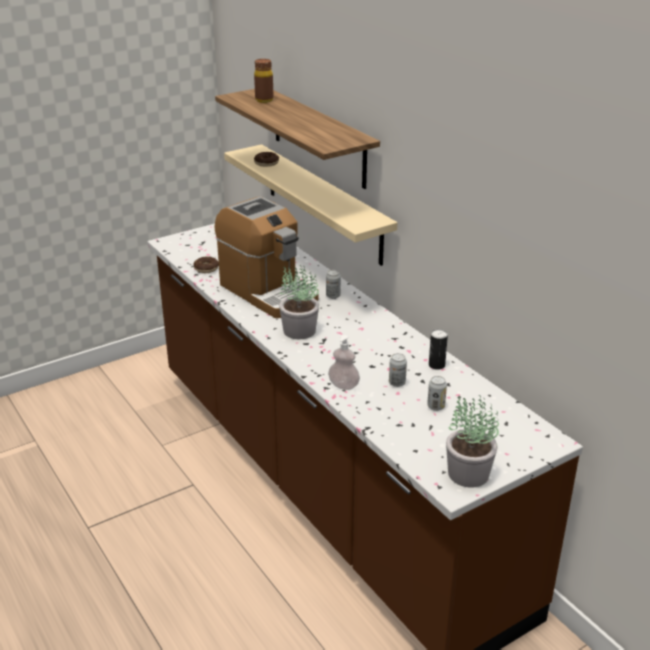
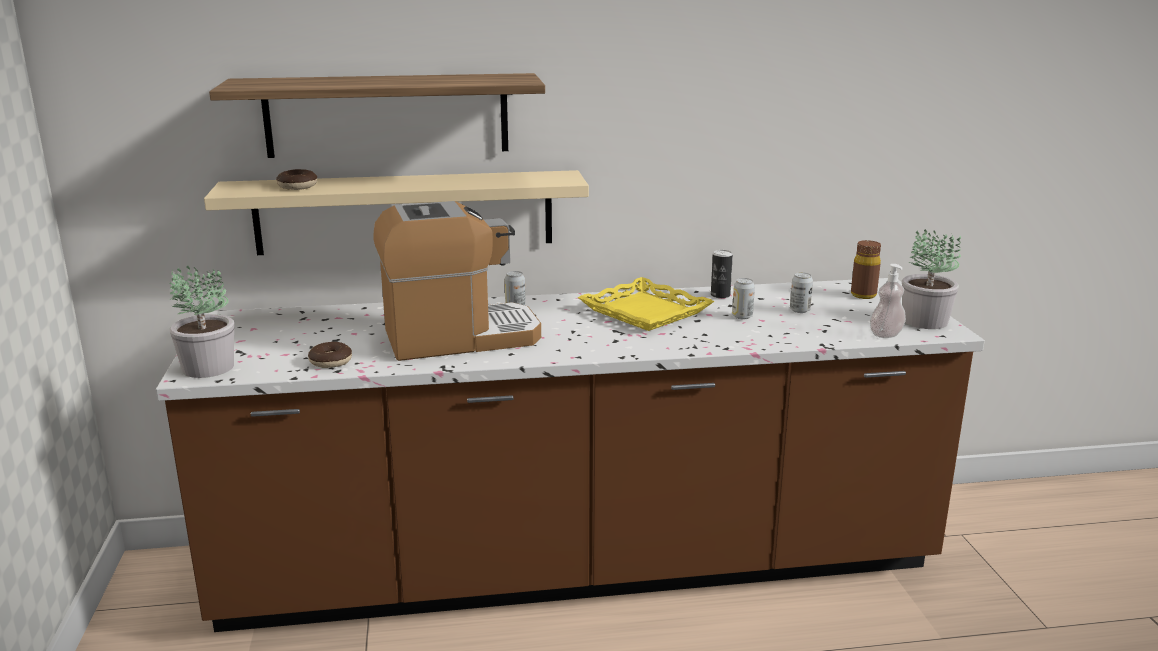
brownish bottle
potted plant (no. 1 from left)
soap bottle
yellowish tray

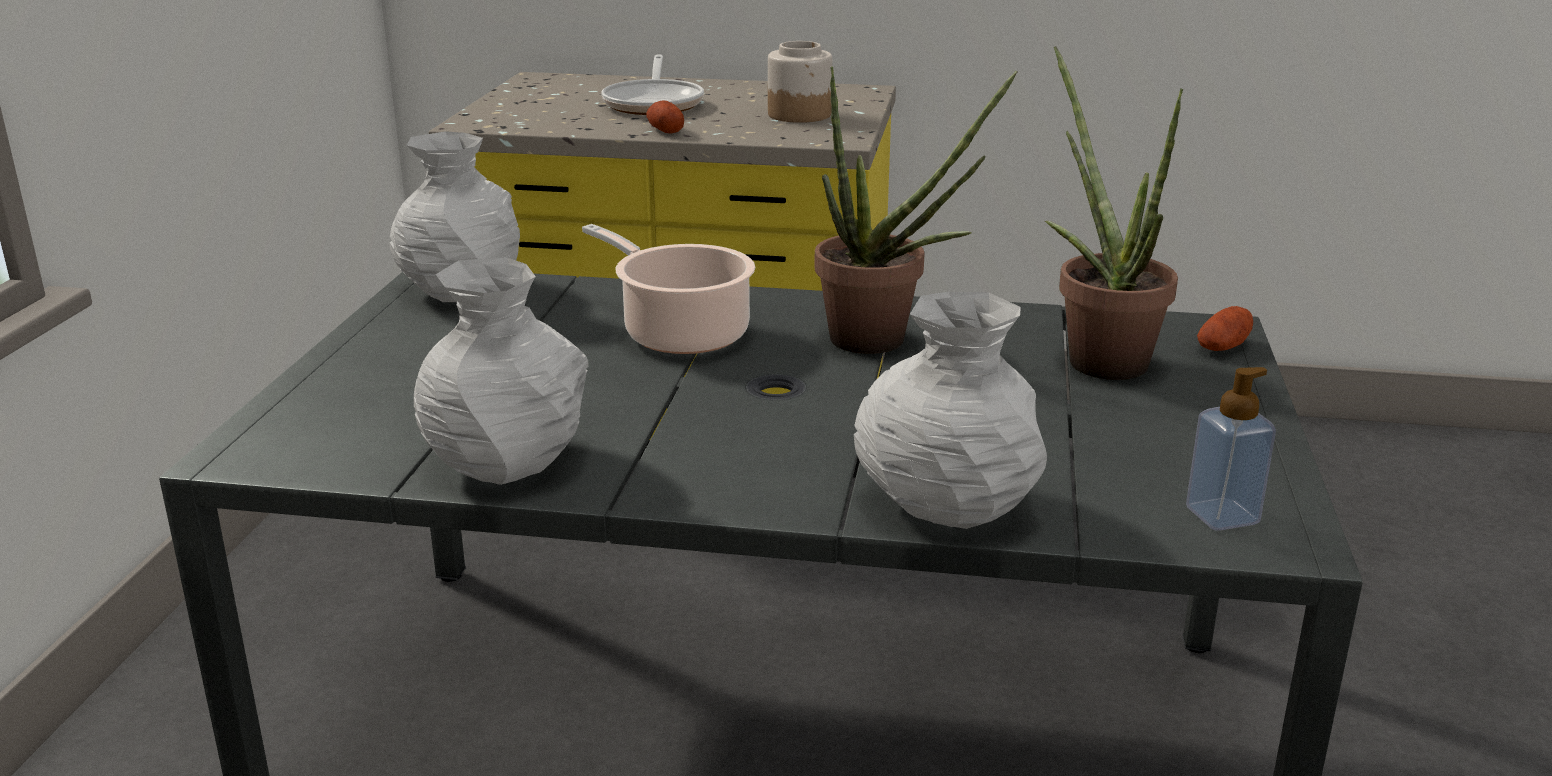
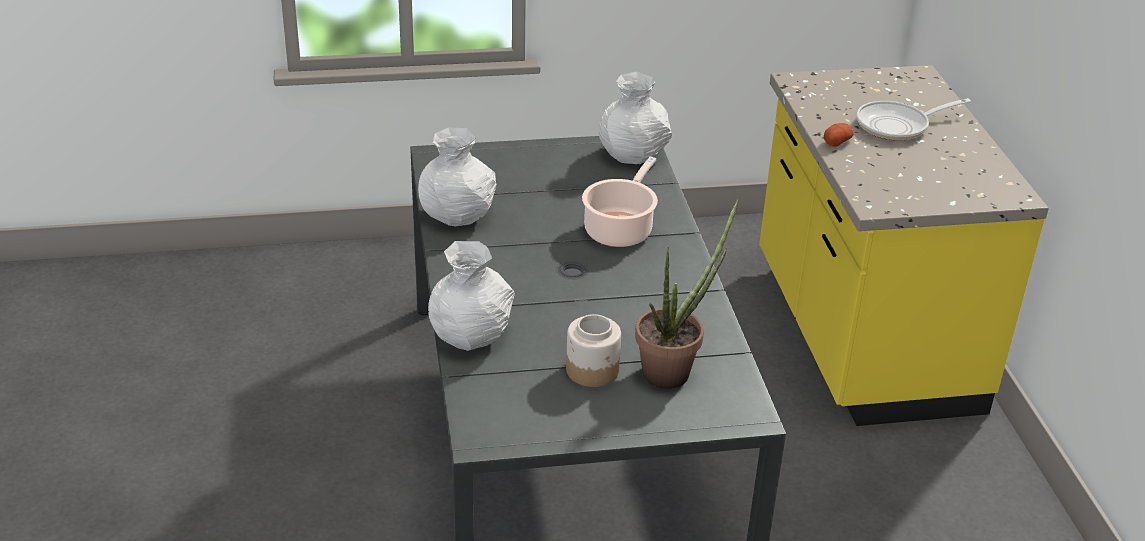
preserve jar
potted plant (no. 1 from left in the first image)
soap bottle
spud (no. 2 from left in the first image)

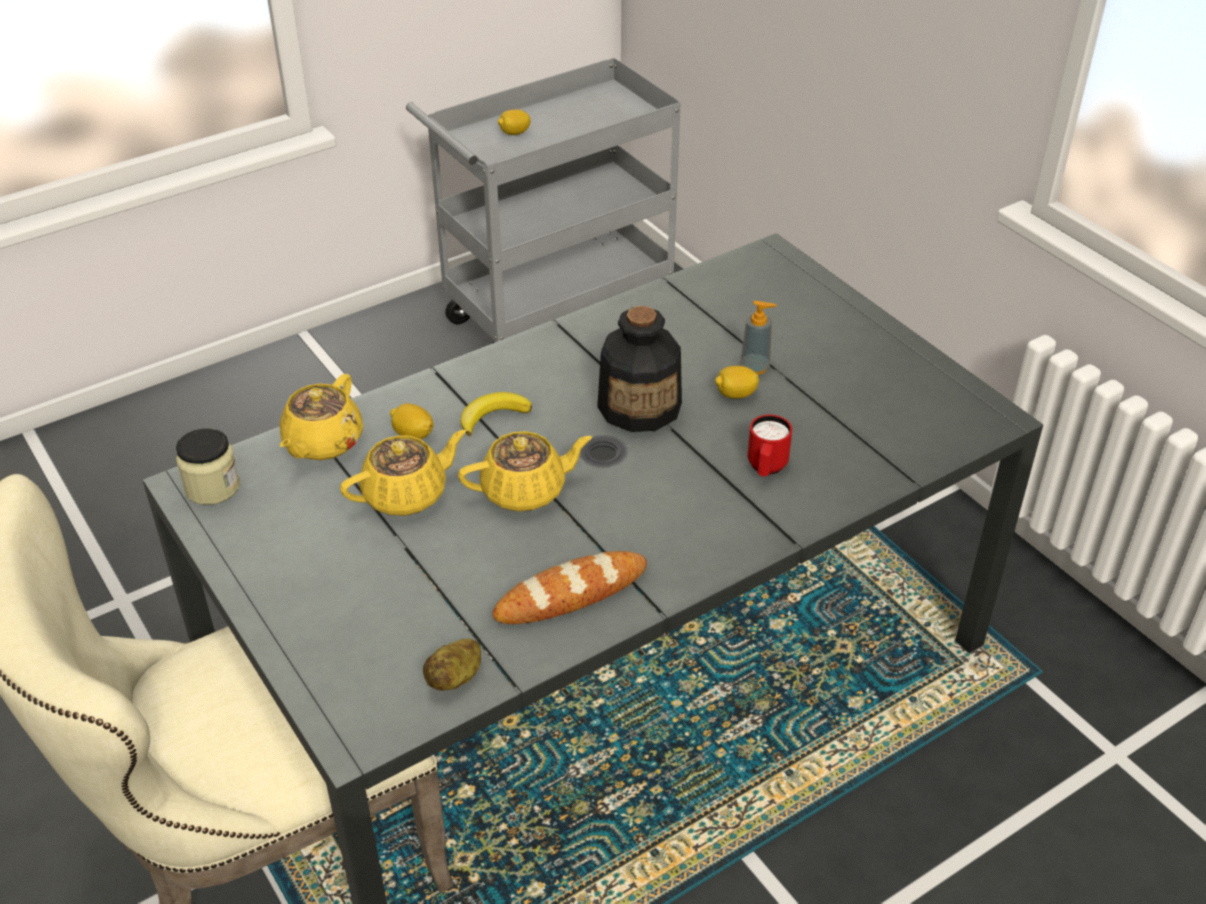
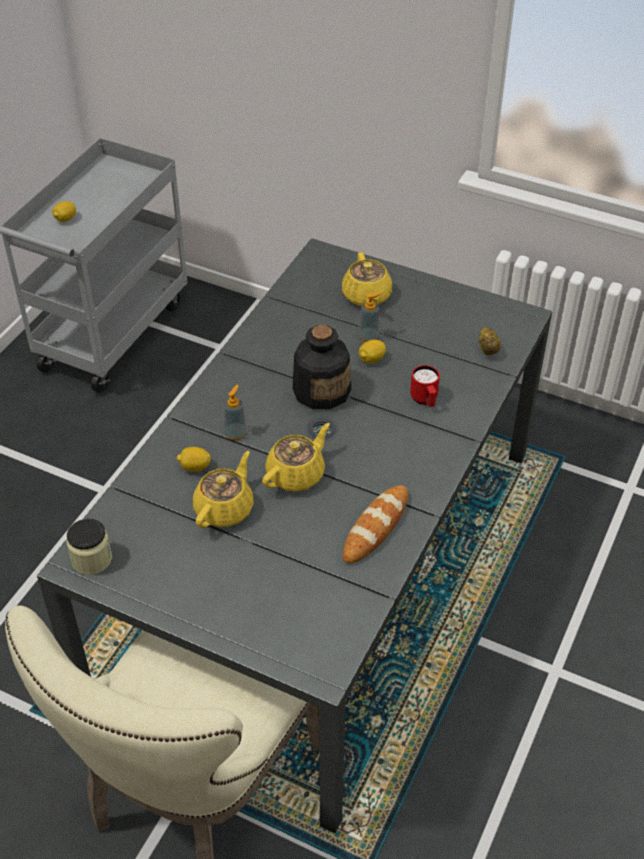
yellowish tea pot (no. 3 from left)
spud
soap bottle (no. 1 from left)

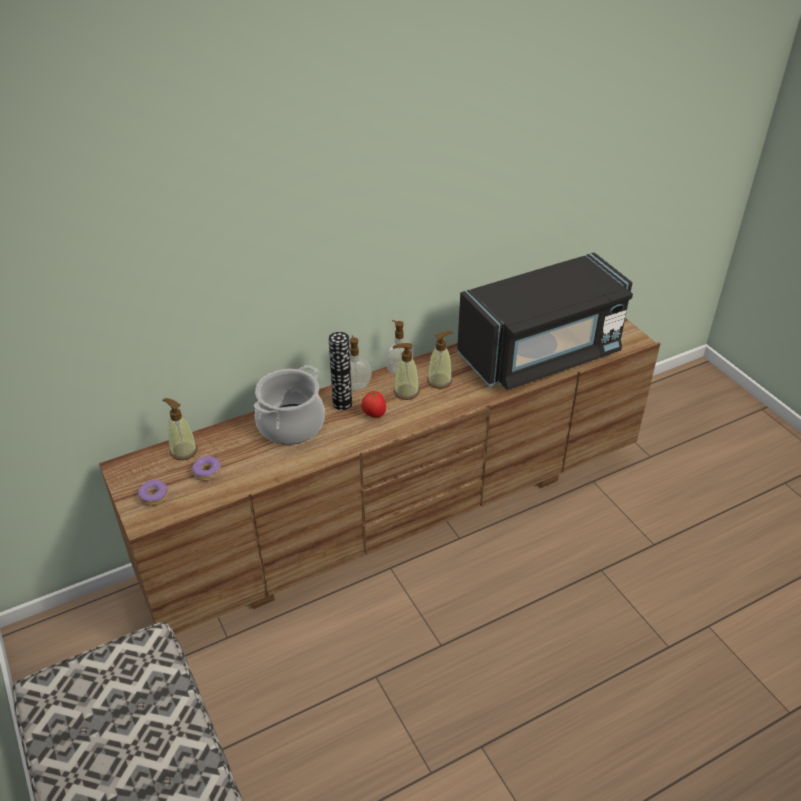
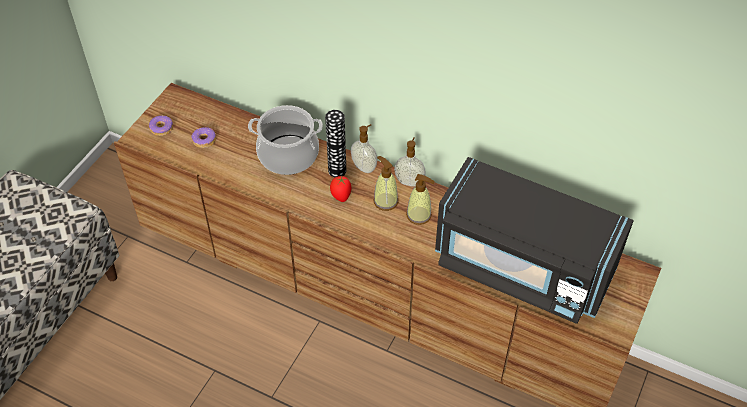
soap bottle (no. 1 from left in the first image)

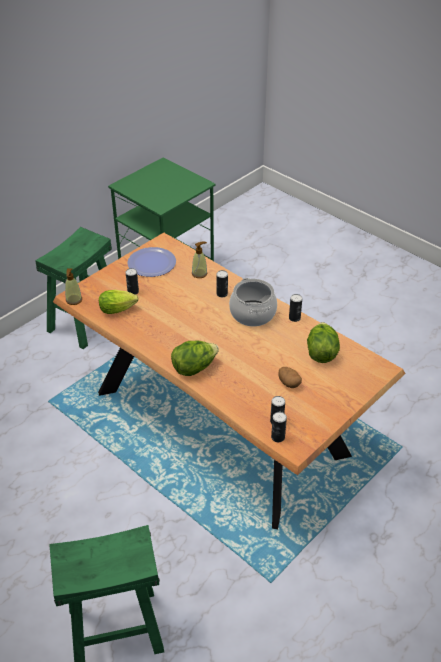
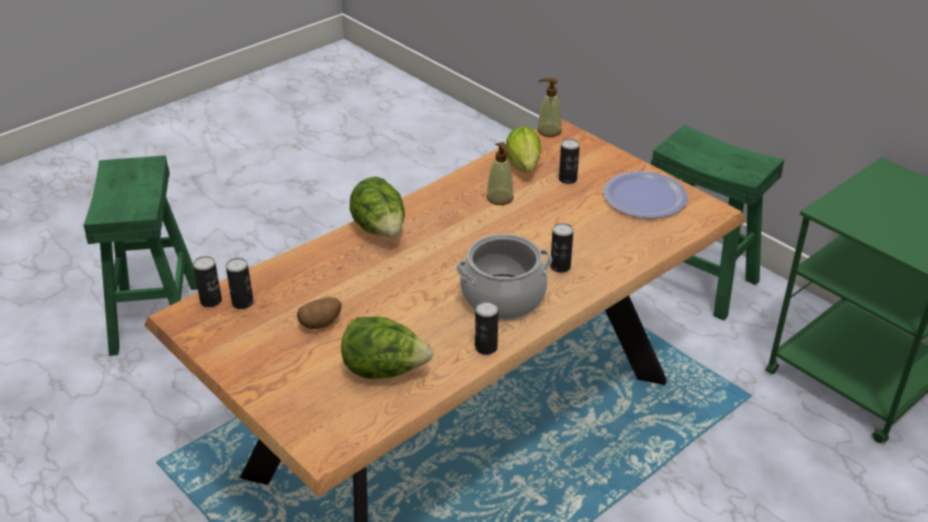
soap bottle (no. 1 from left)

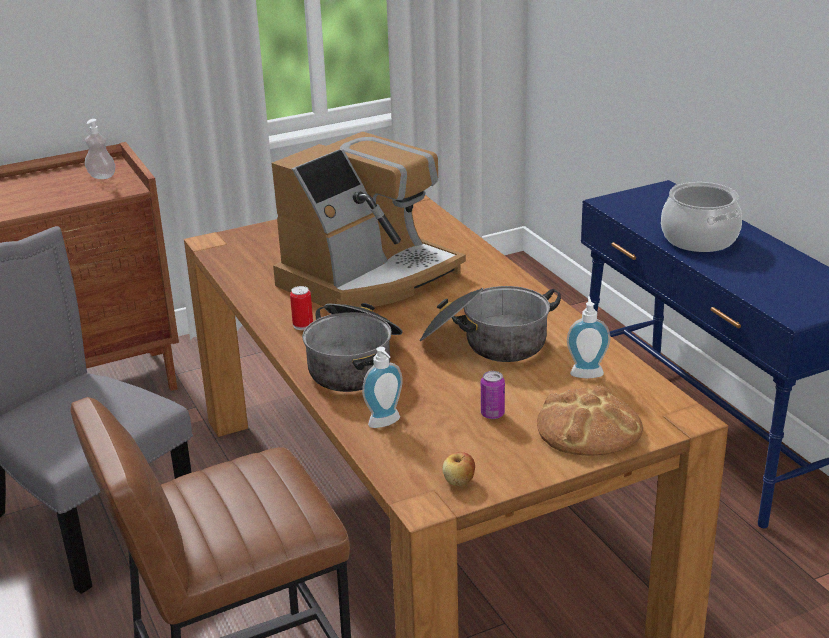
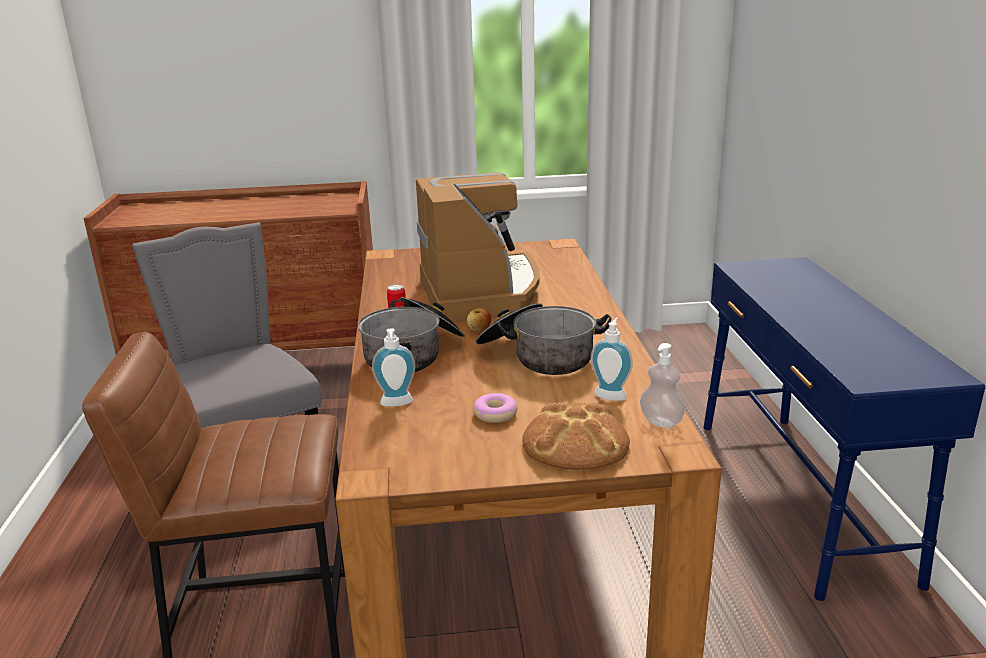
soap bottle (no. 3 from left)
coffee brewer
apple fruit
doughnut
cooking pot (no. 3 from left in the first image)

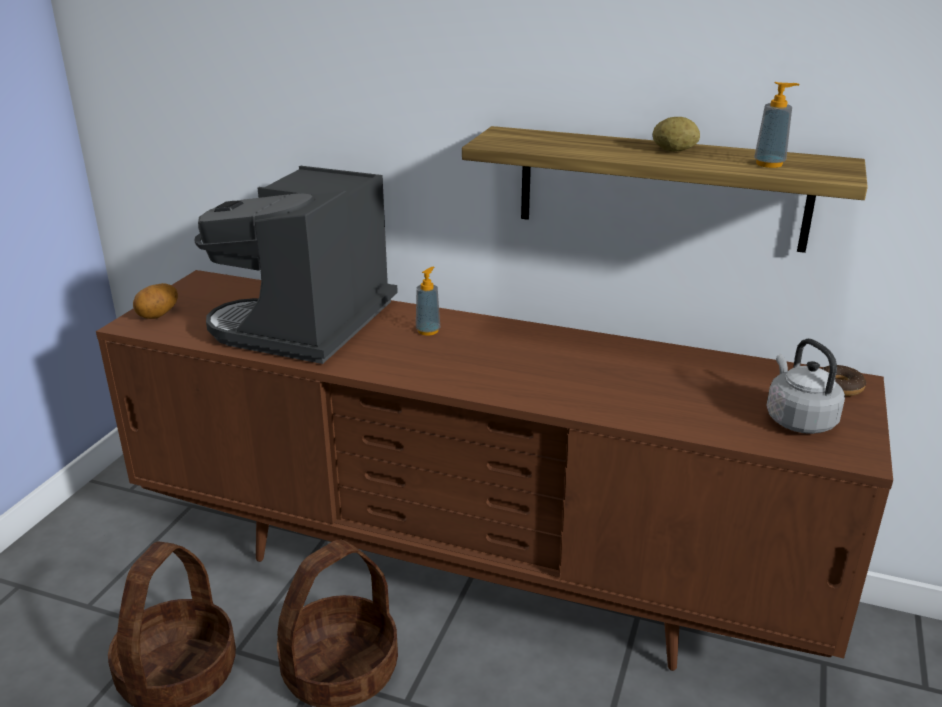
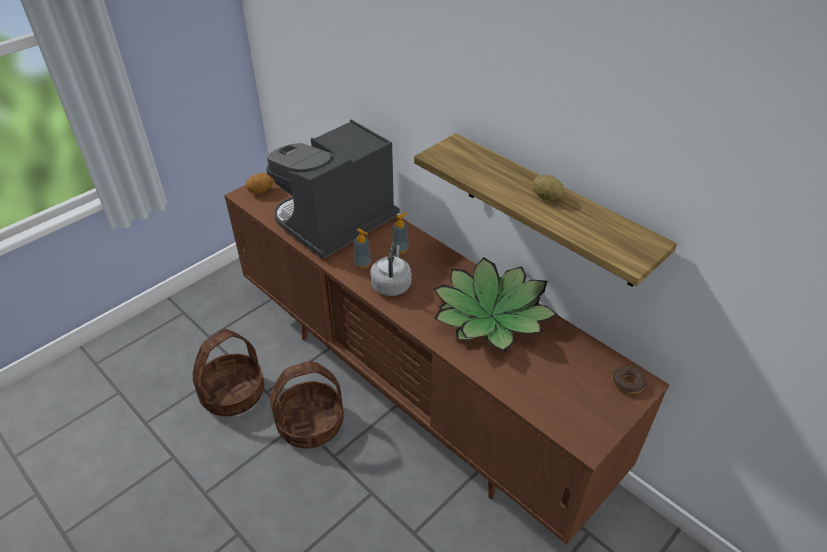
soap bottle (no. 1 from left)
gray water kettle
potted plant

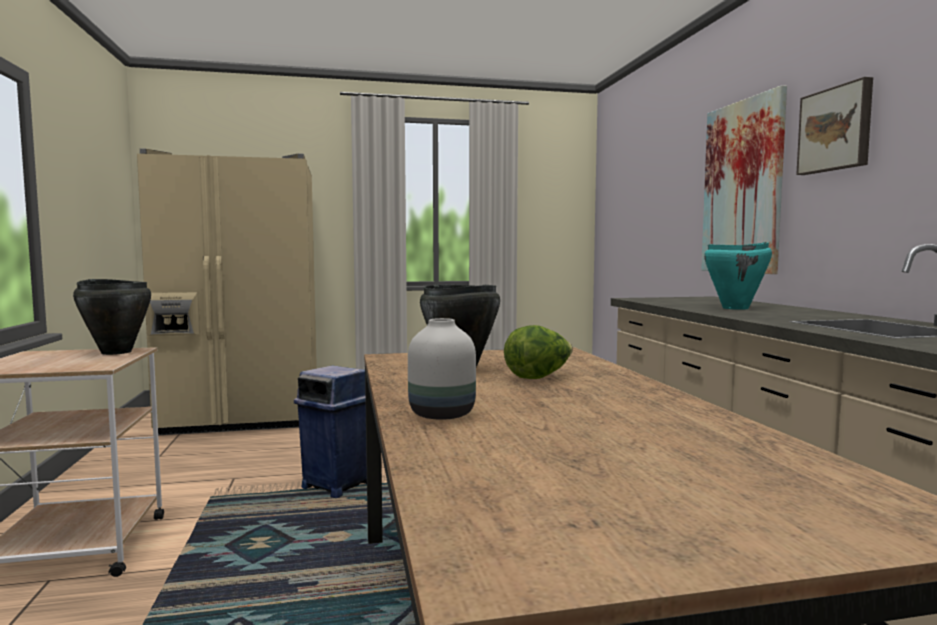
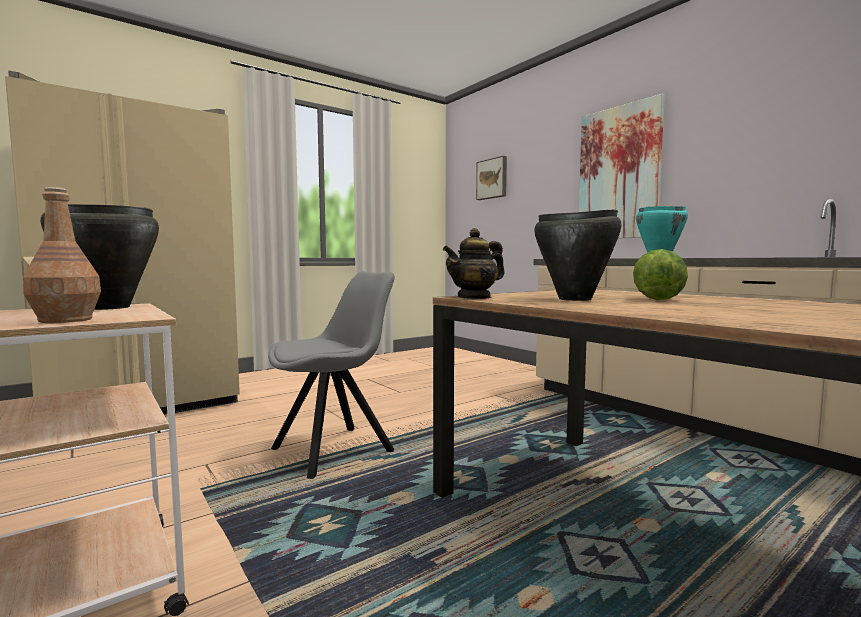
gray upright chair
whitish decorative vase
picture (no. 1 from left)
brownish bottle
tea pot

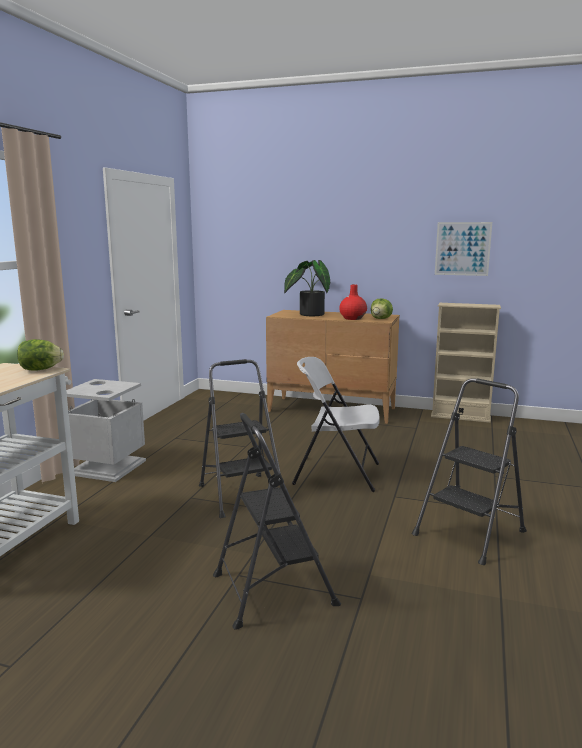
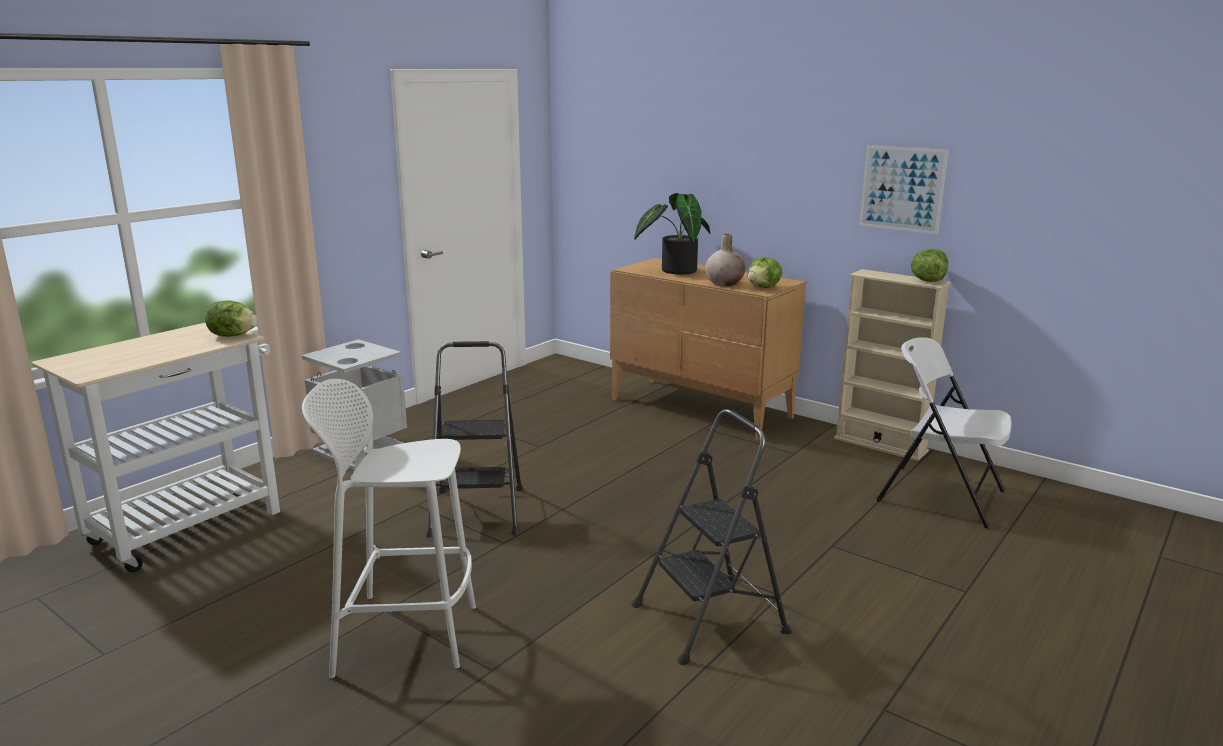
whitish stool seat
whitish upright chair
beige decorative vase
head of lettuce (no. 3 from left)

